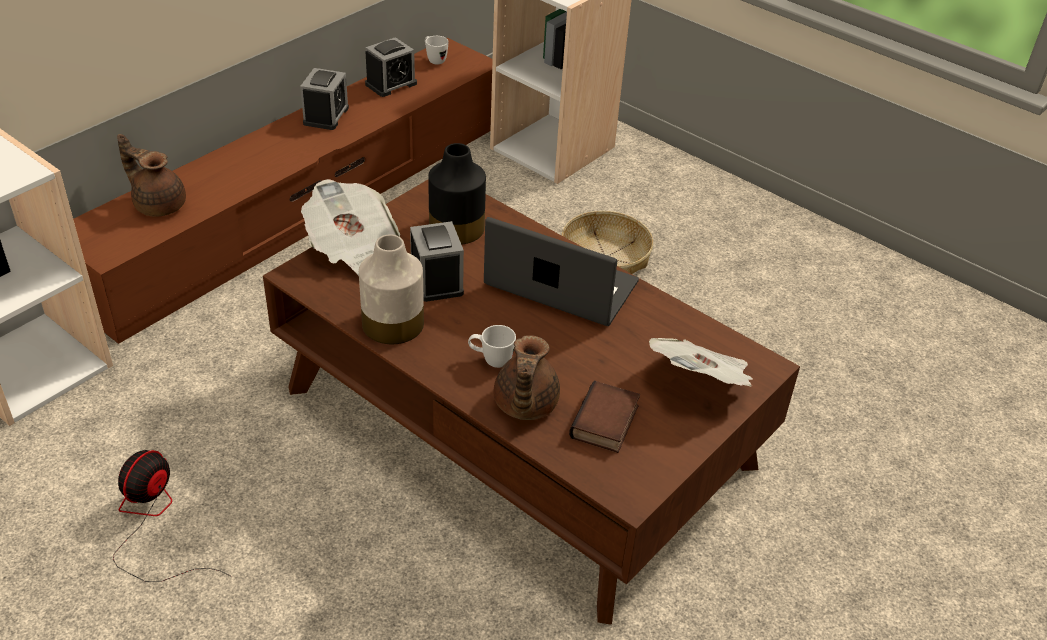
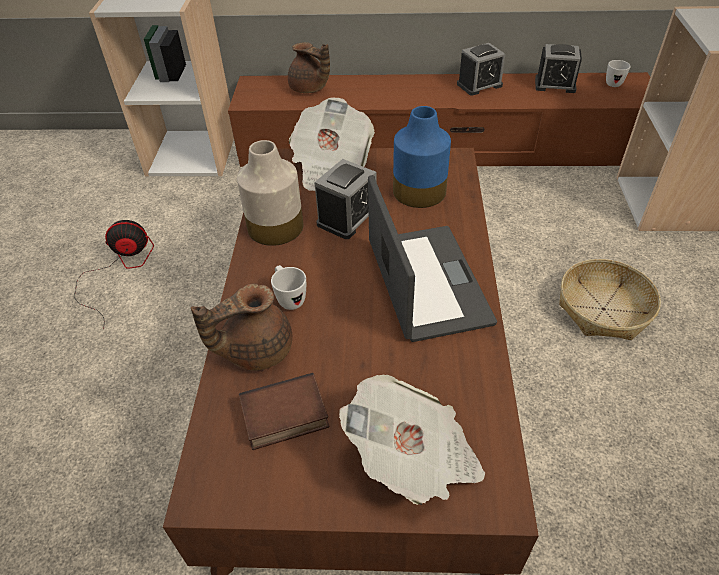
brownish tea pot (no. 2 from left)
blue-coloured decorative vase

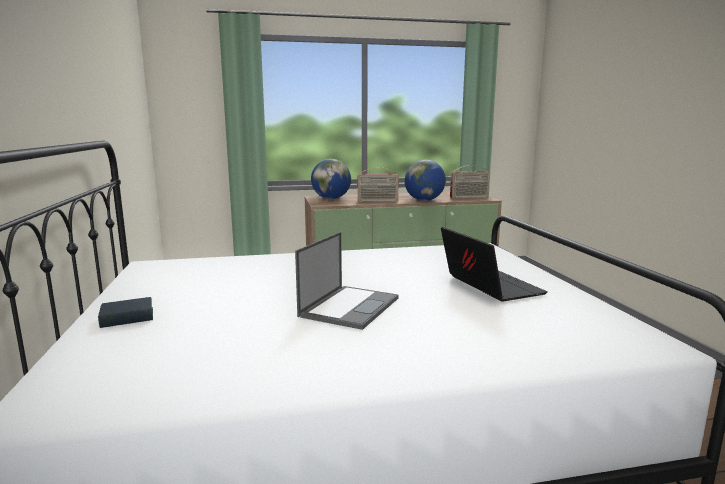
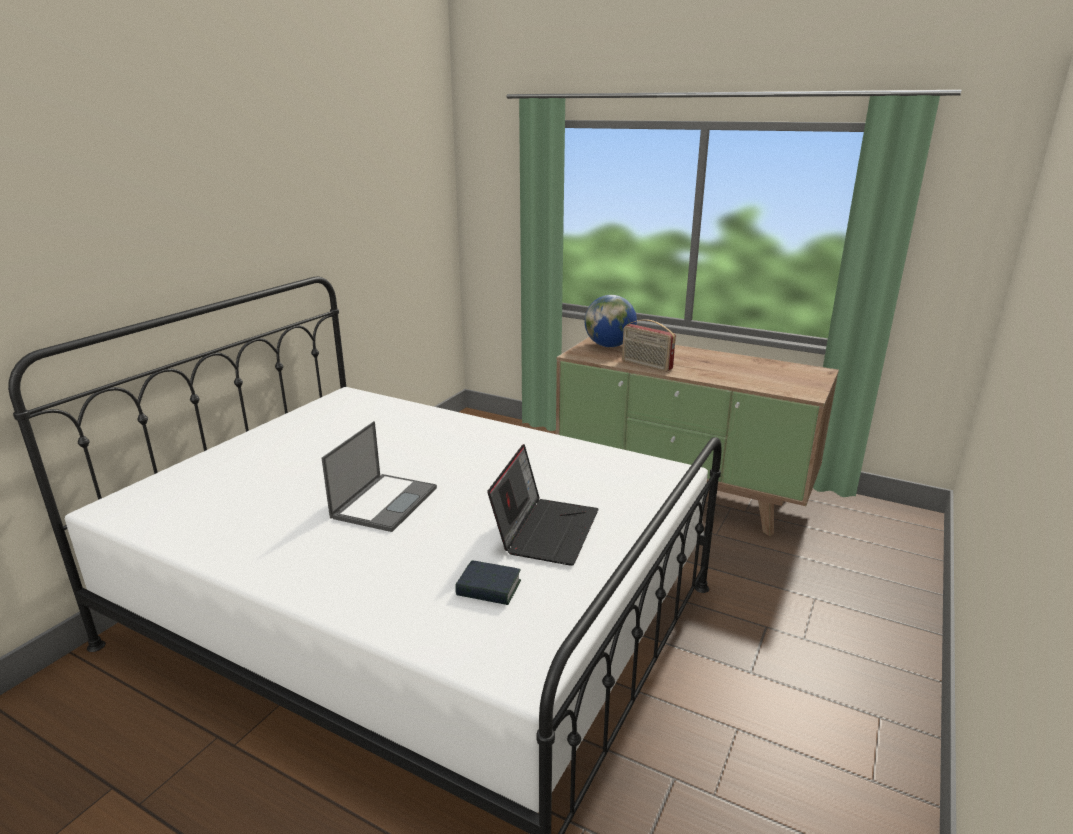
volume
portable computer (no. 1 from left)
desk globe (no. 2 from left in the first image)
radio set (no. 2 from left in the first image)

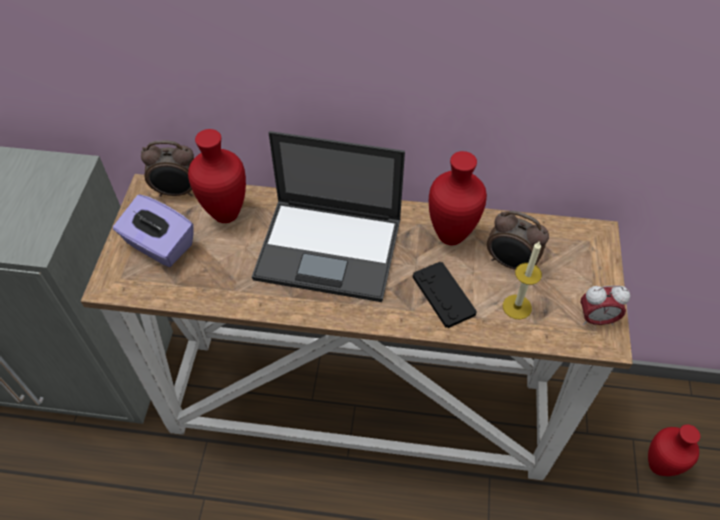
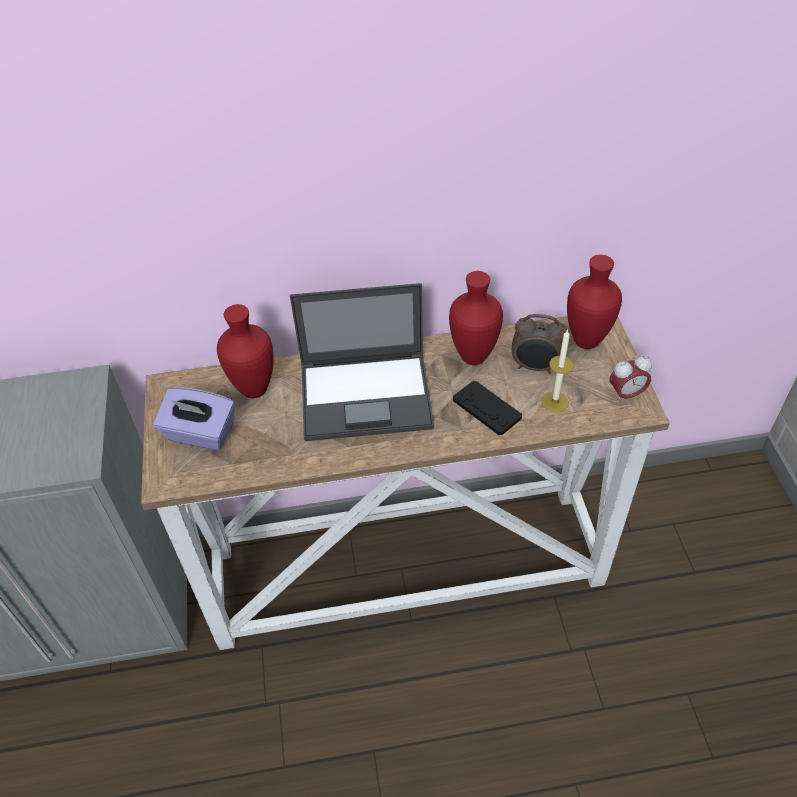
table clock (no. 1 from left in the first image)
red-coloured decorative vase (no. 3 from left)

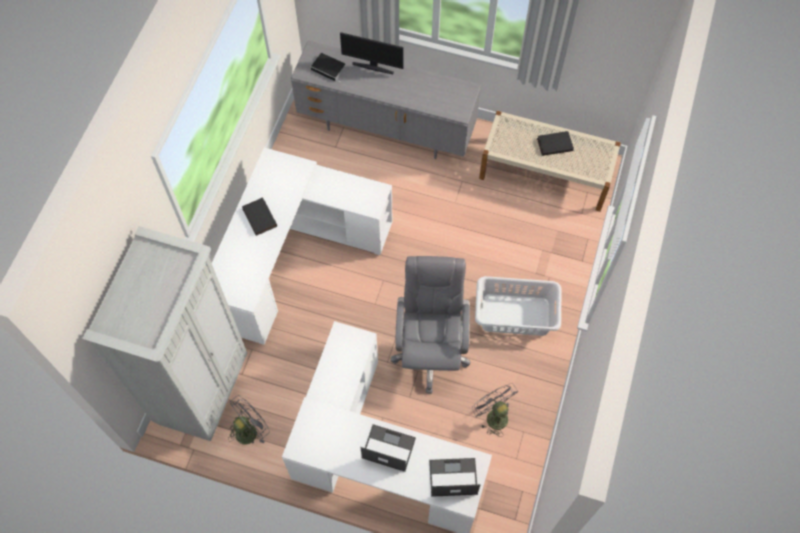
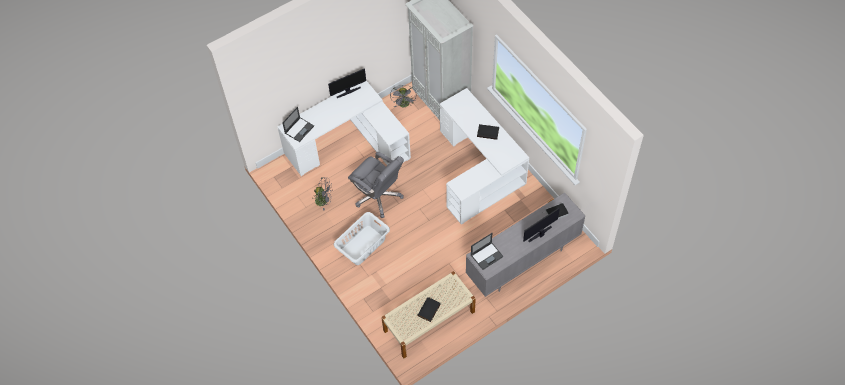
portable computer (no. 2 from left)
computer display (no. 1 from left)

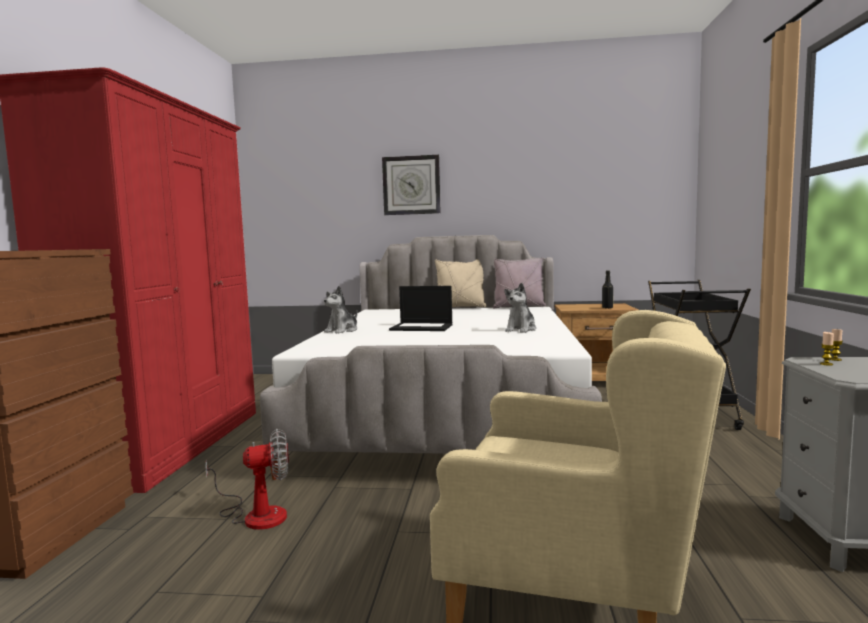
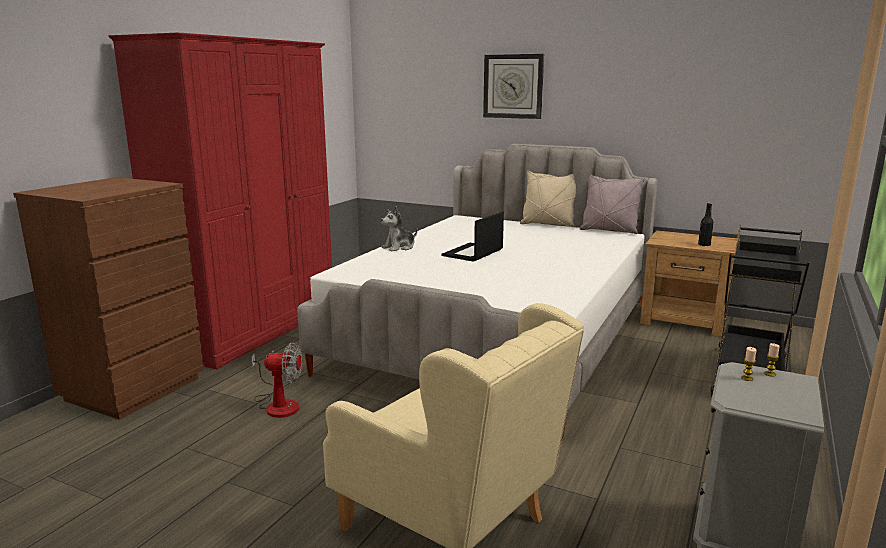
portable computer
soft toy (no. 2 from left in the first image)

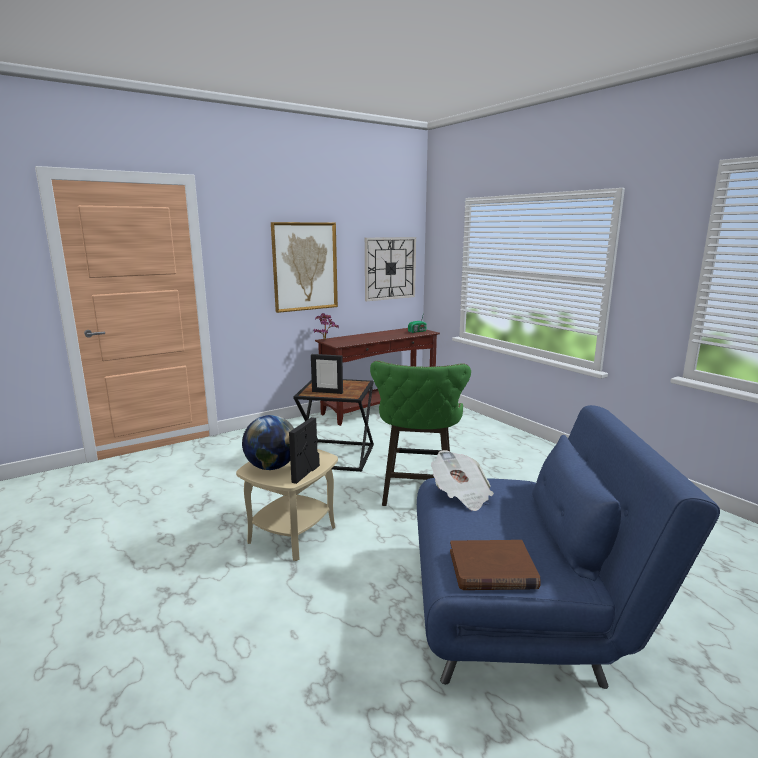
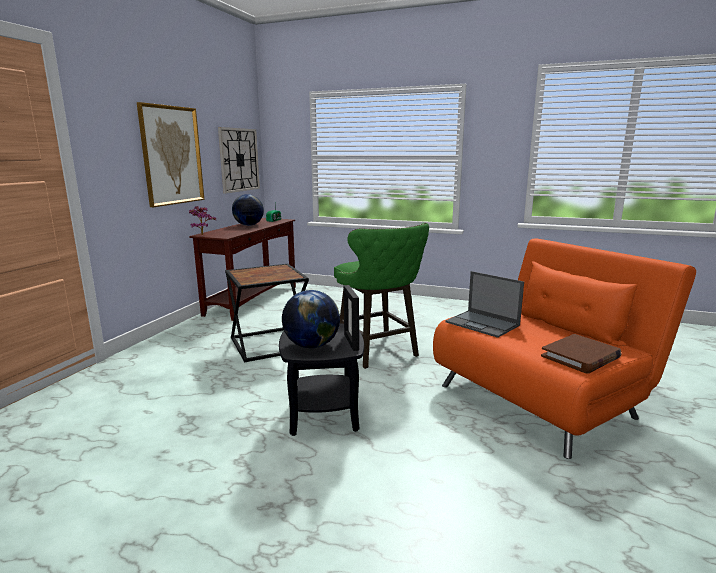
black end table (no. 2 from left)
standing frame (no. 2 from left in the first image)
orangey easy chair
portable computer
desk globe (no. 1 from left)

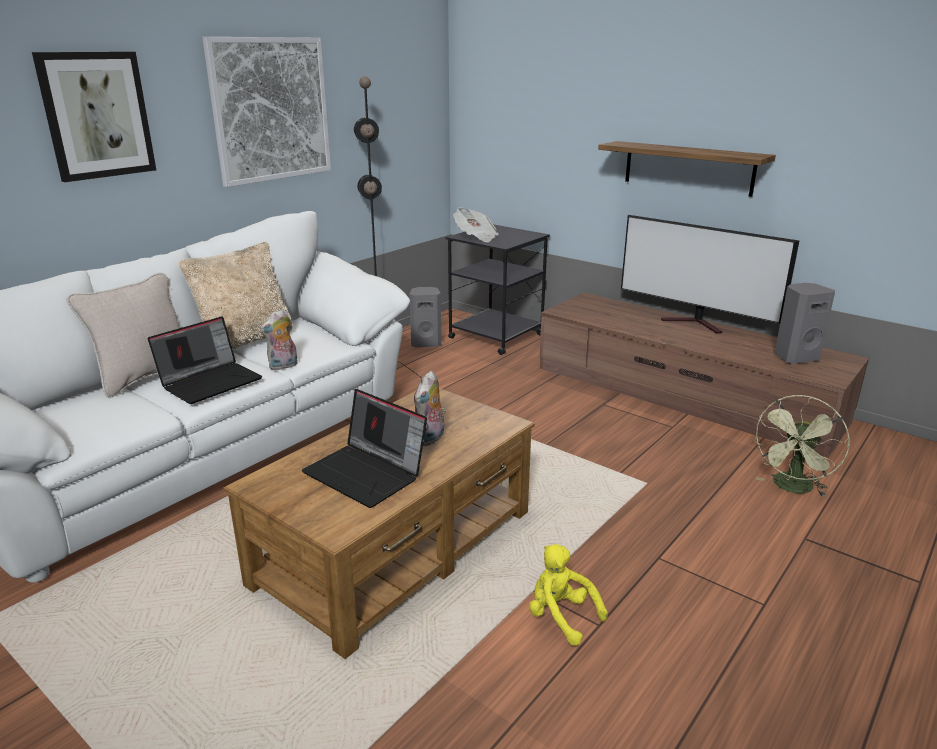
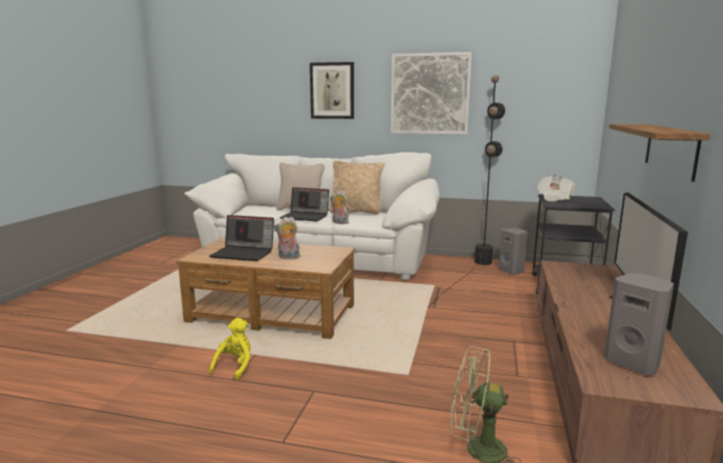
portable computer (no. 1 from left)

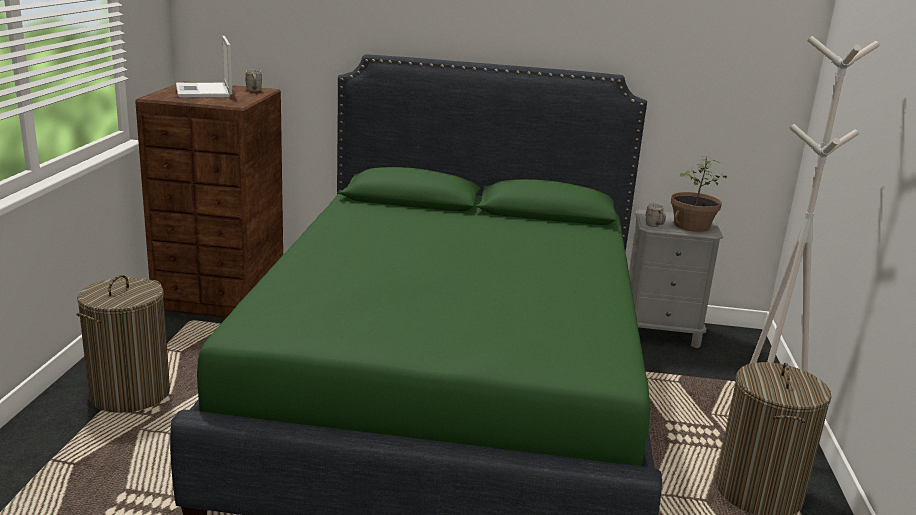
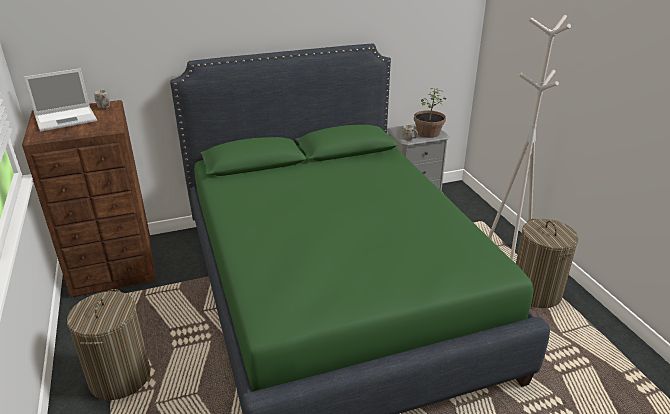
portable computer

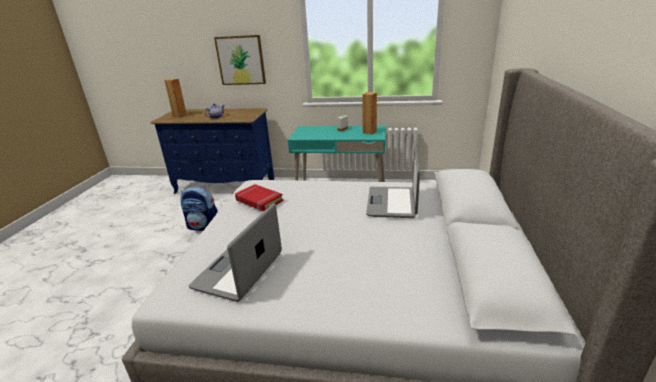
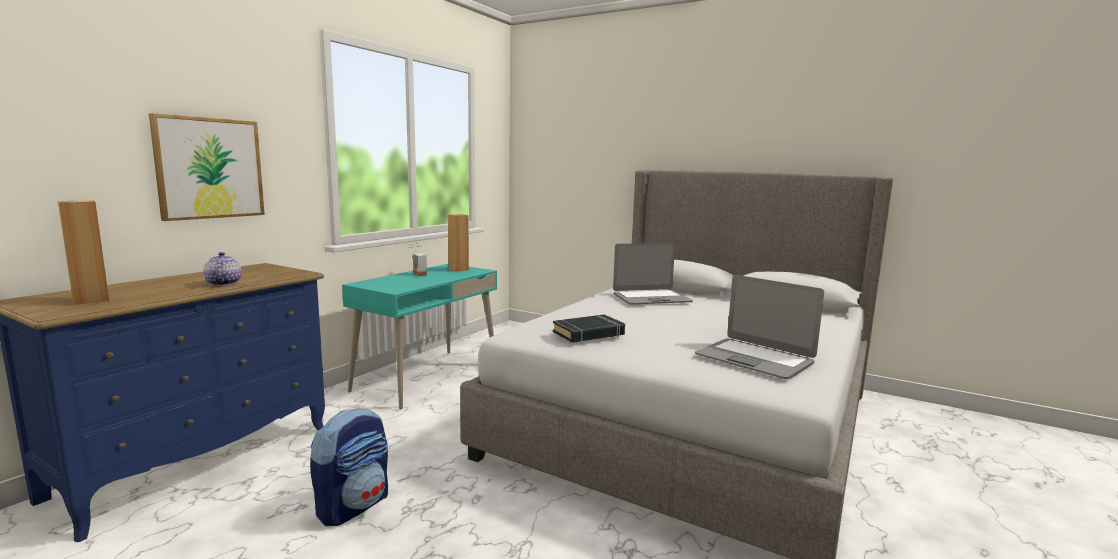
black volume
portable computer (no. 1 from left)

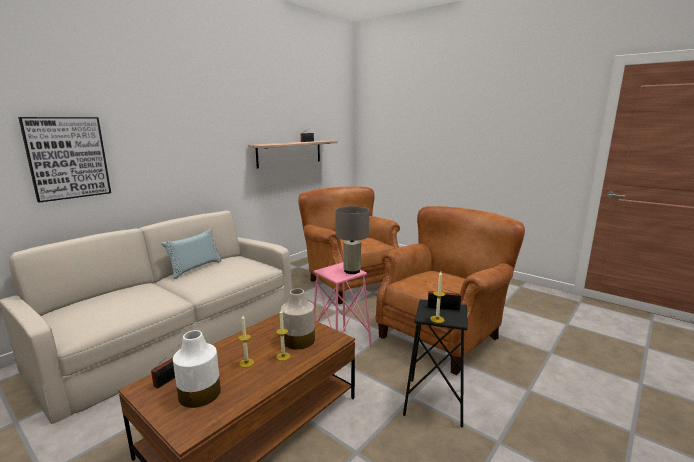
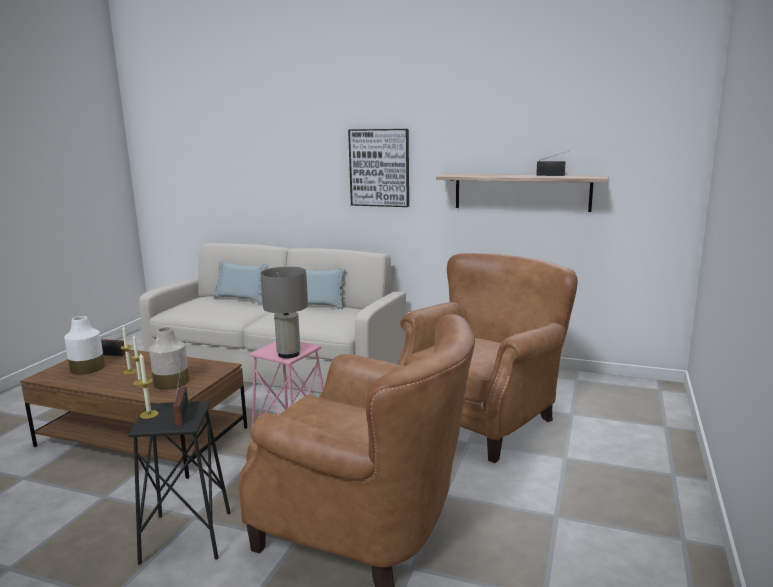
picture
blue-coloured pillow (no. 1 from left)

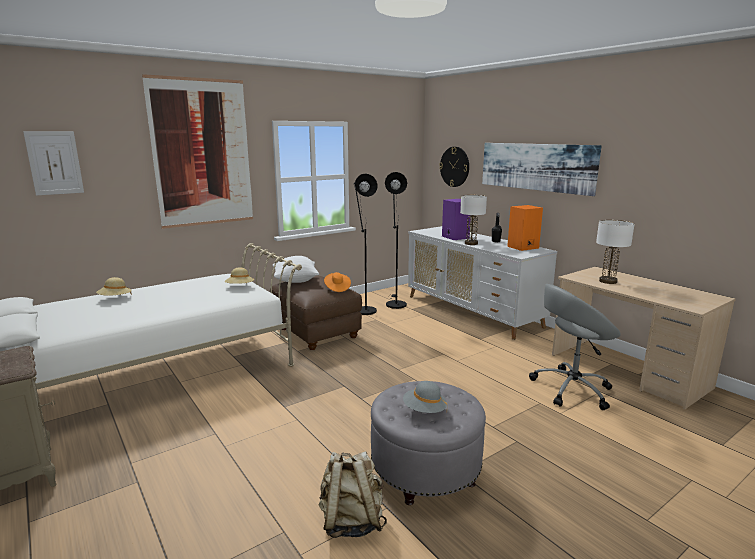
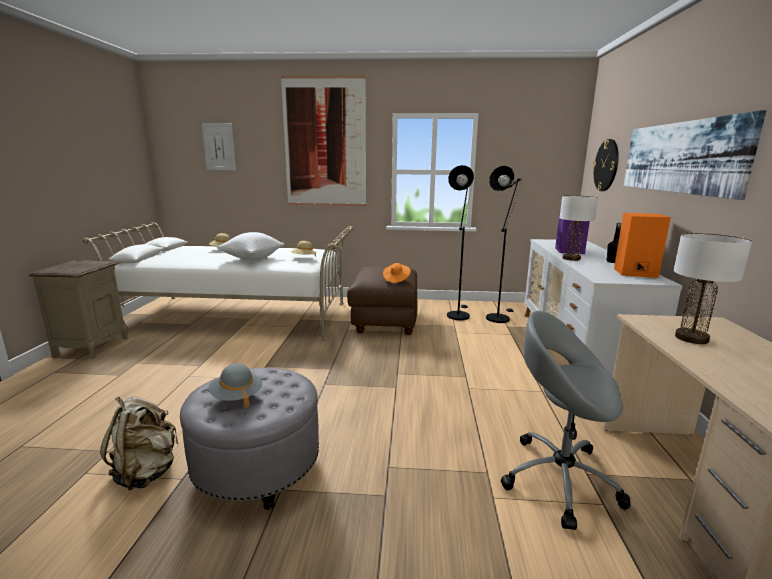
whitish pillow

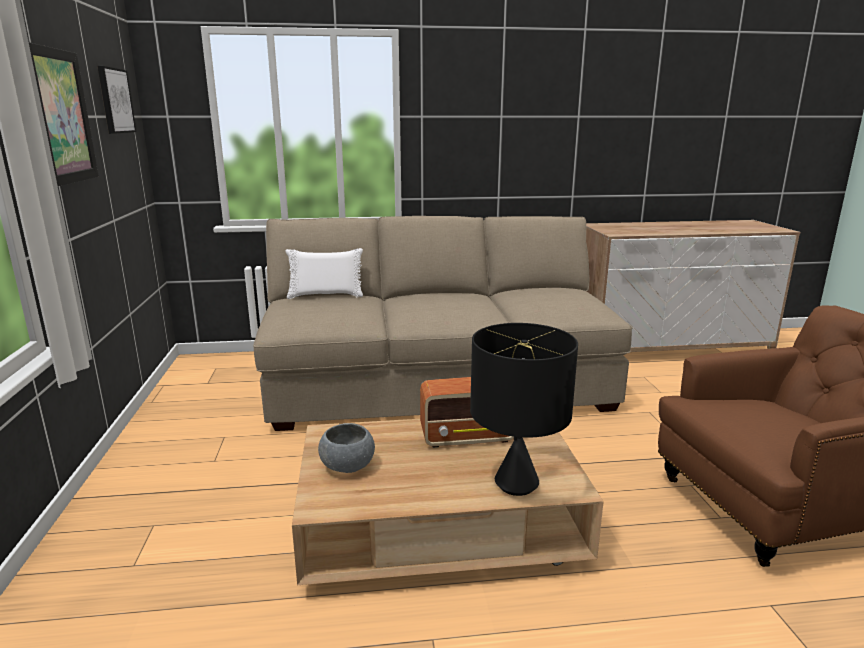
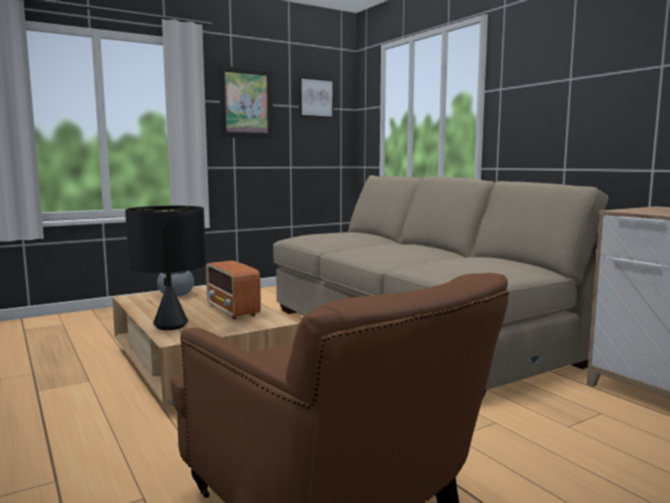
whitish pillow

